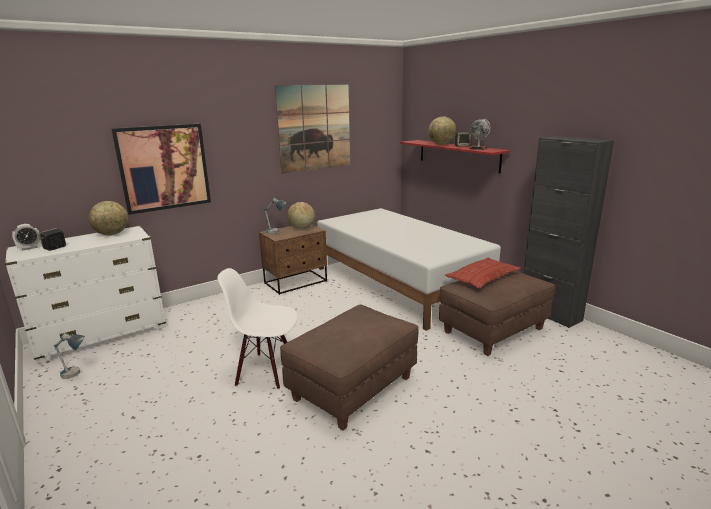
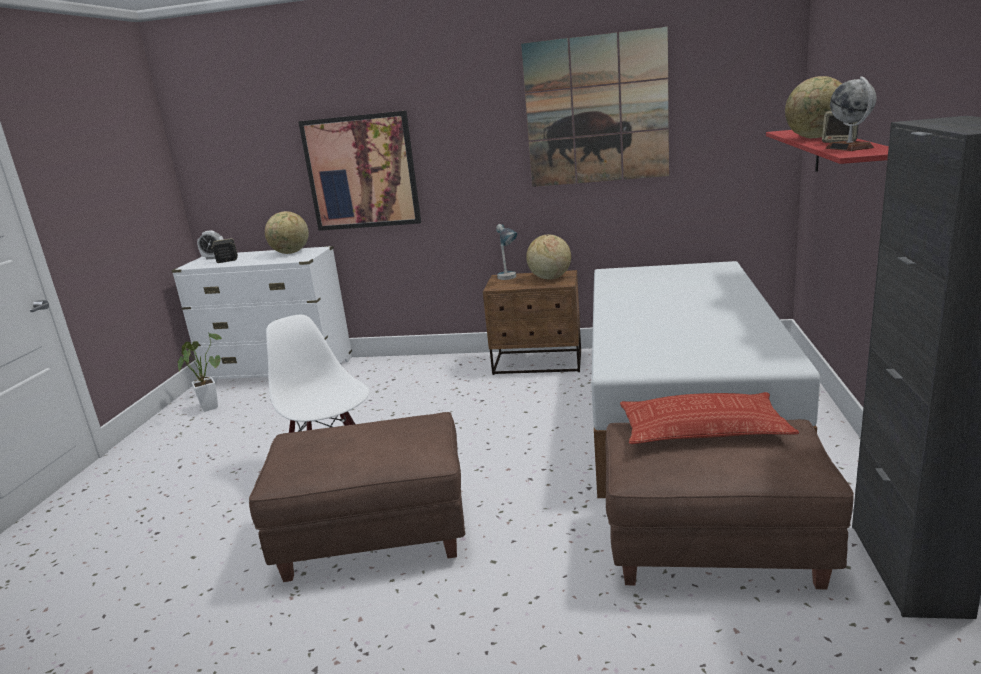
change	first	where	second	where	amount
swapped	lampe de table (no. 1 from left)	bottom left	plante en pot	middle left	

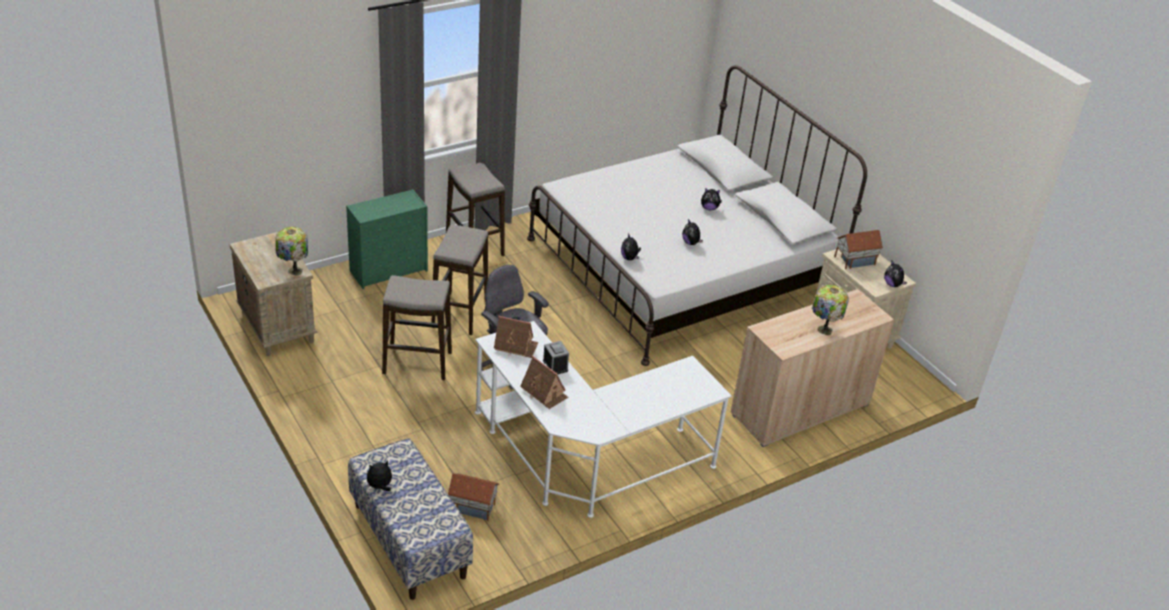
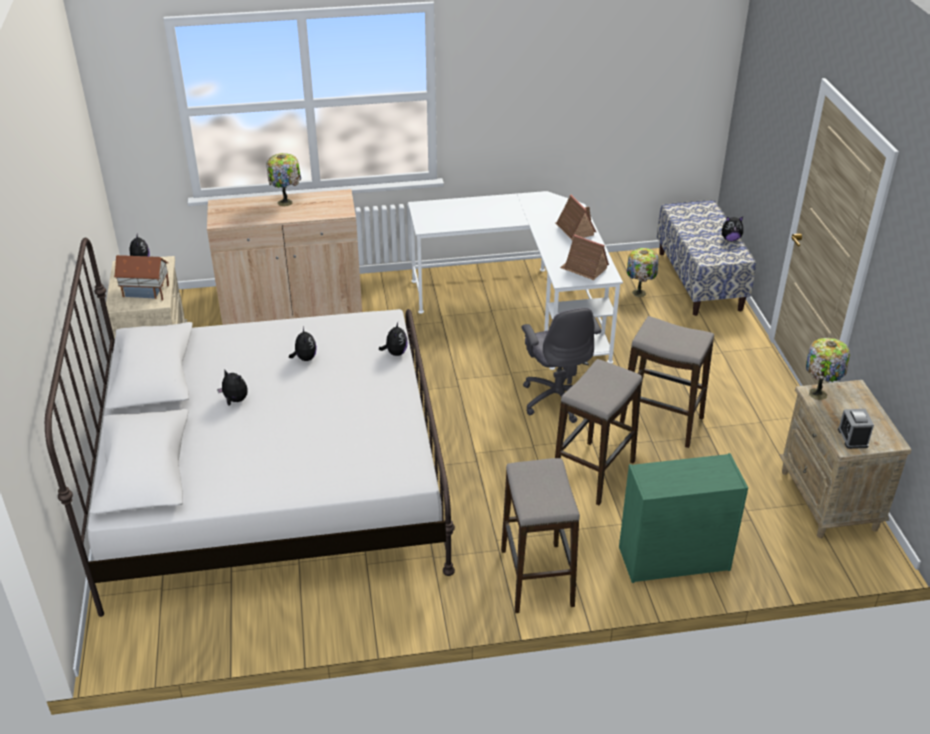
change	first	where	second	where	amount
shifted	réveil	centre		middle right	
swapped	maison miniature (no. 1 from left)	bottom centre	lampe de table (no. 2 from left)	middle right	

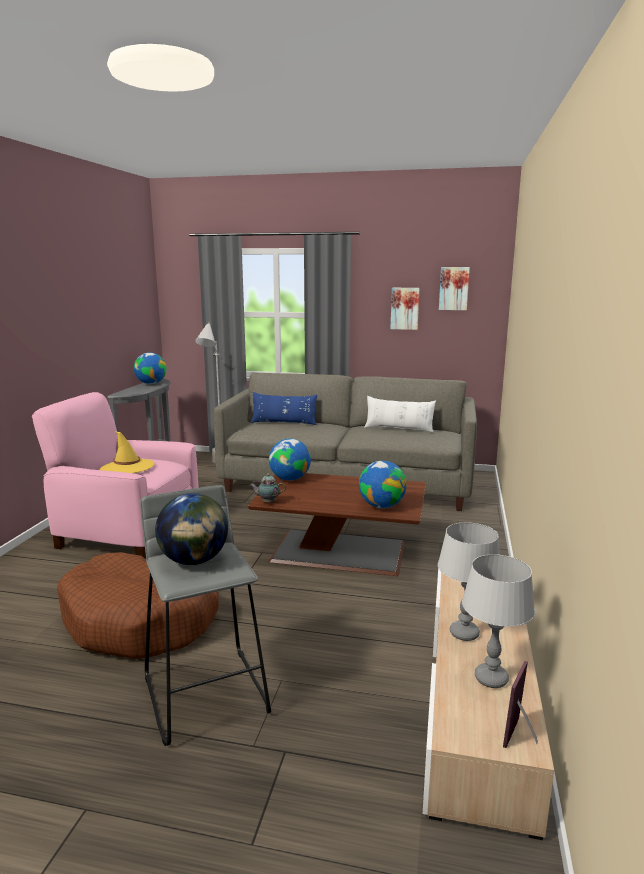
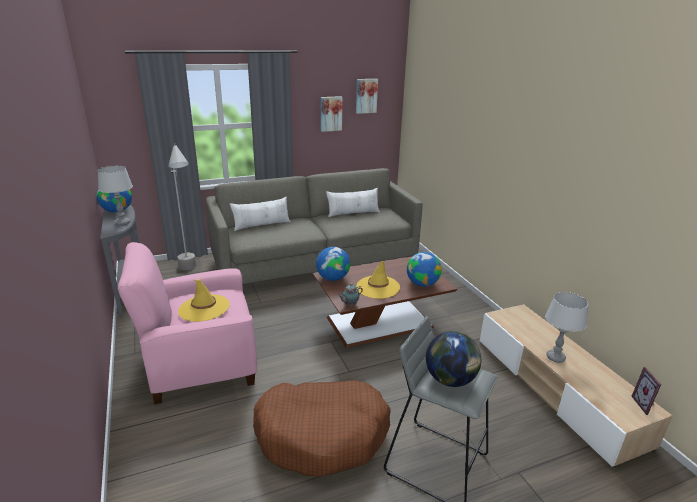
change	first	where	second	where	amount
new			chapeau [jaune] (no. 2 from left)	centre	
shifted	lampe de table [gris] (no. 2 from left in the first image)	bottom right	lampe de table [gris] (no. 1 from left)	middle left	
repainted	coussin [bleu]	centre	coussin [blanc] (no. 1 from left)	centre	

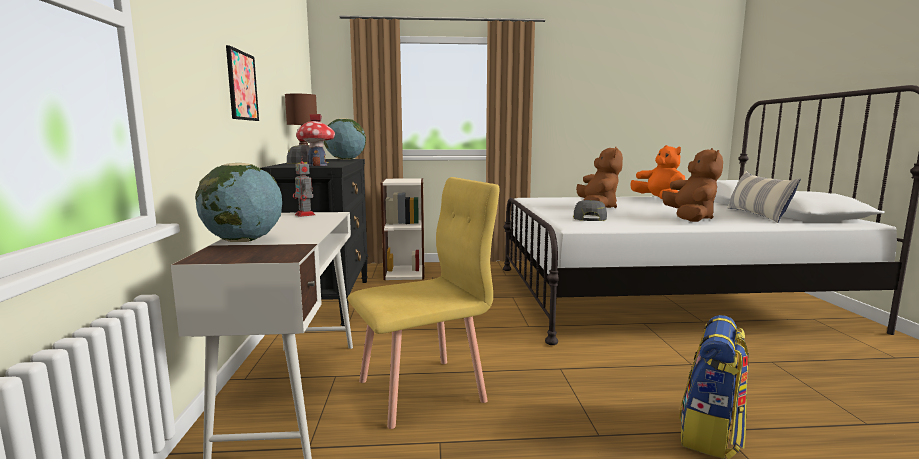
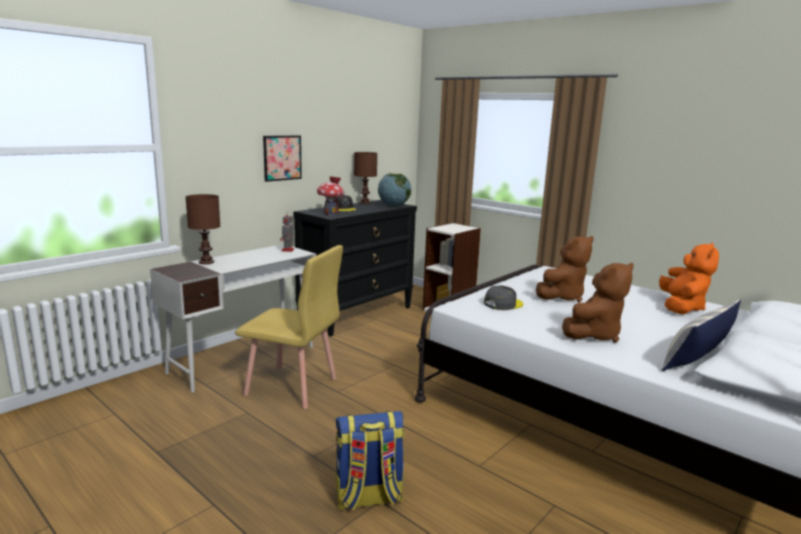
change	first	where	second	where	amount
swapped	globe (no. 1 from left)	middle left	lampe de table [marron] (no. 1 from left)	middle left	

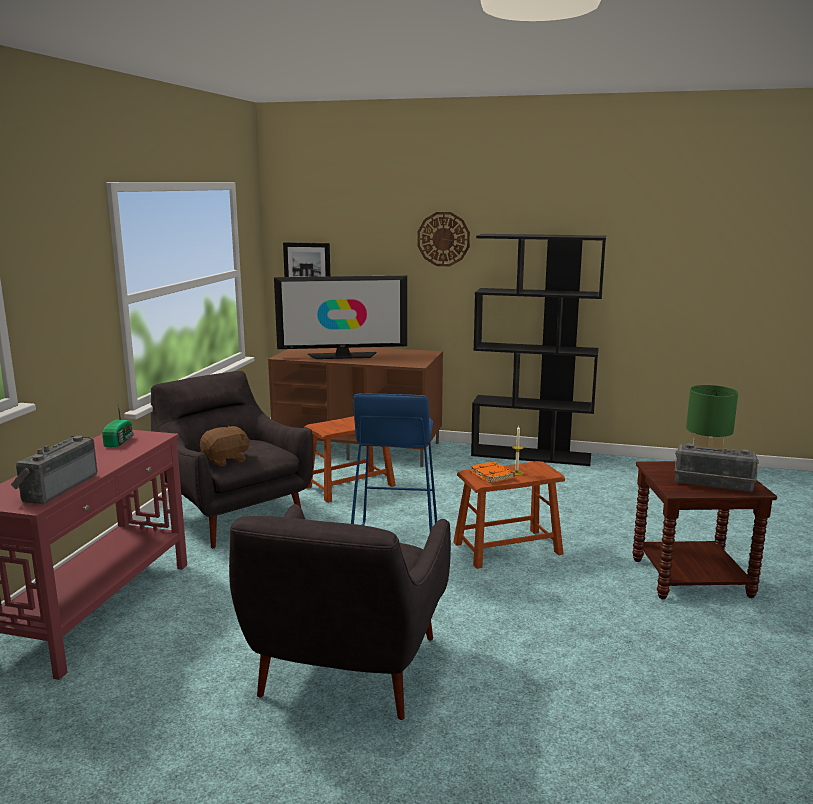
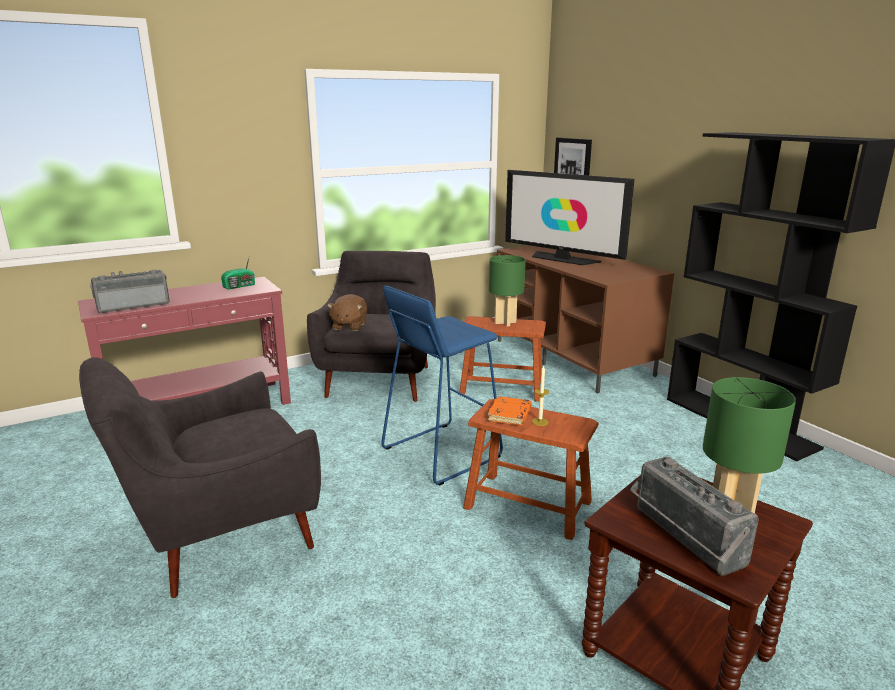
change	first	where	second	where	amount
gone	horloge murale	top centre			
new			lampe de table [vert] (no. 1 from left)	centre	
rotated	peluche [marron]	middle left		centre	90 degrees clockwise

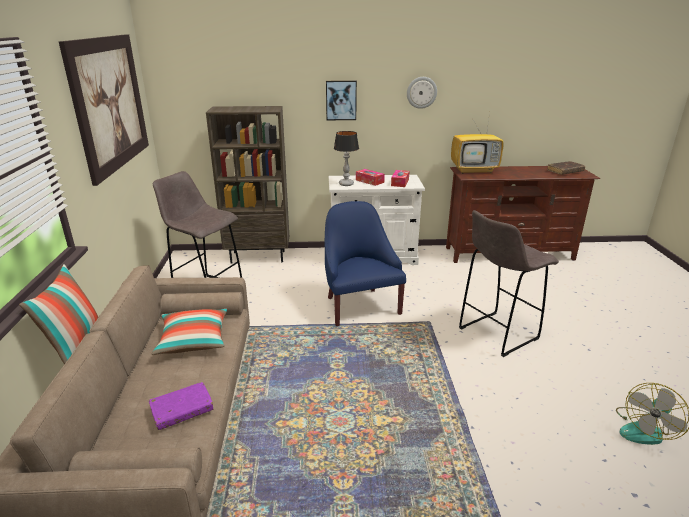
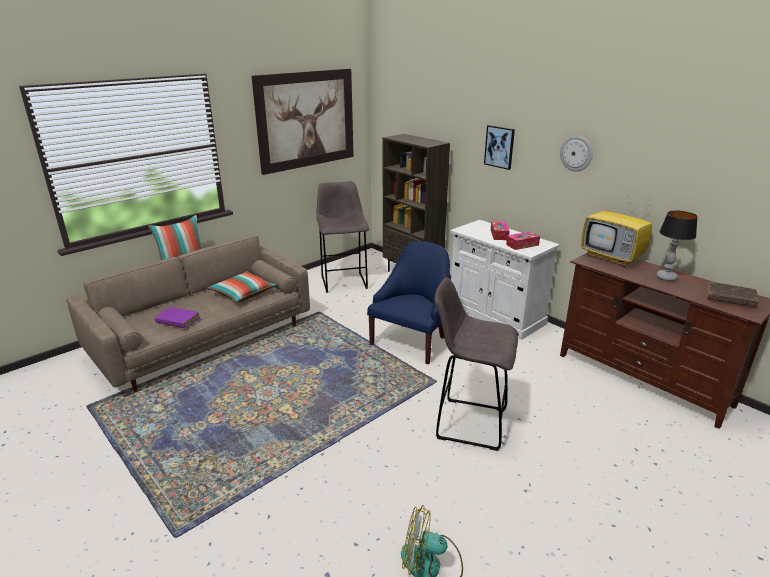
change	first	where	second	where	amount
shifted	lampe de table	top centre		middle right	

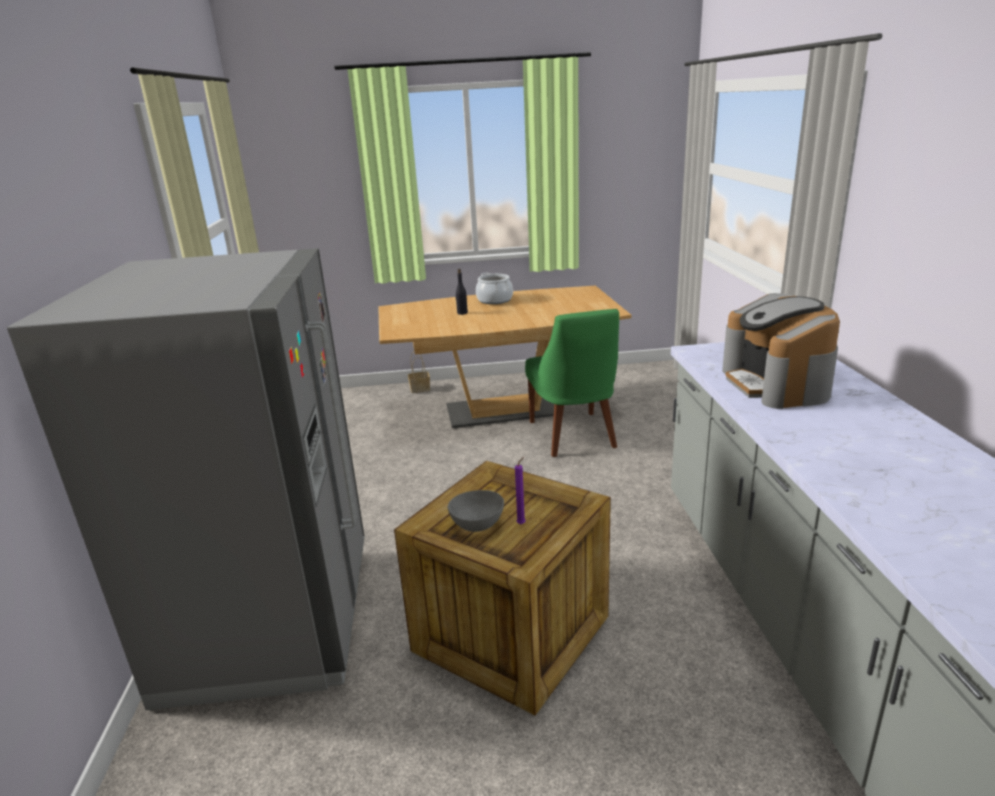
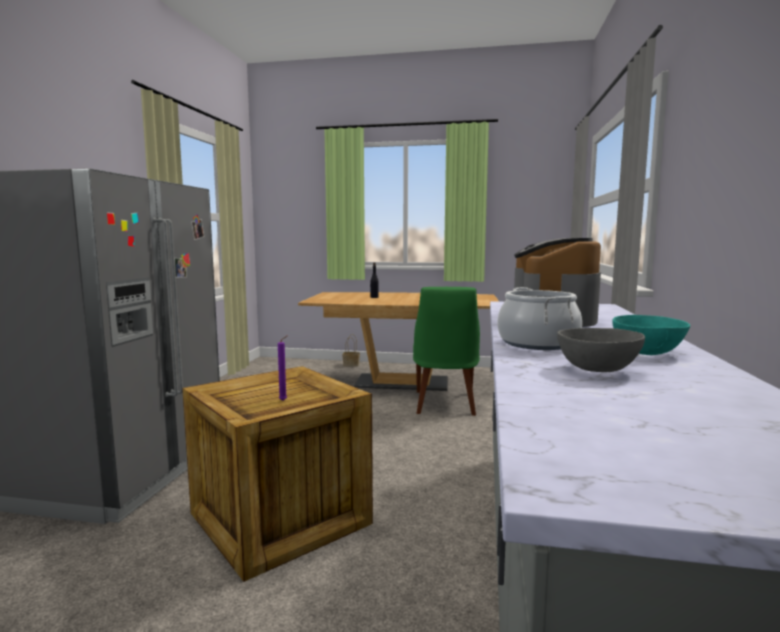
change	first	where	second	where	amount
new			bol [turquoise]	middle right	
shifted	bol [gris]	centre		middle right	
shifted	marmite	centre		middle right	

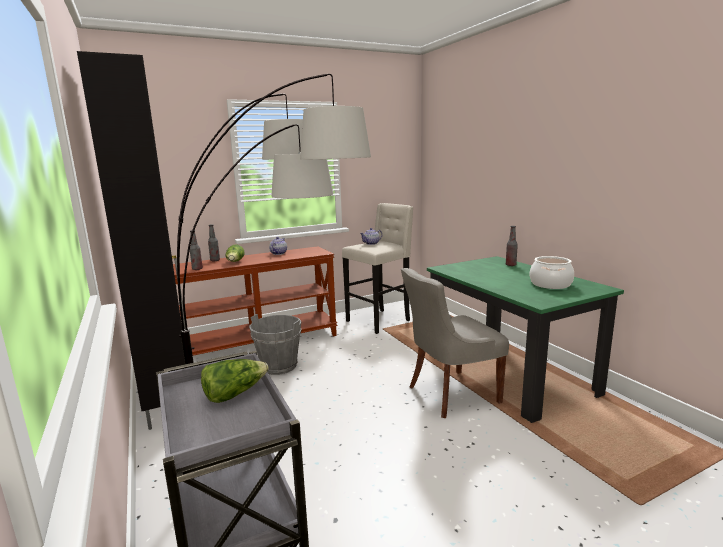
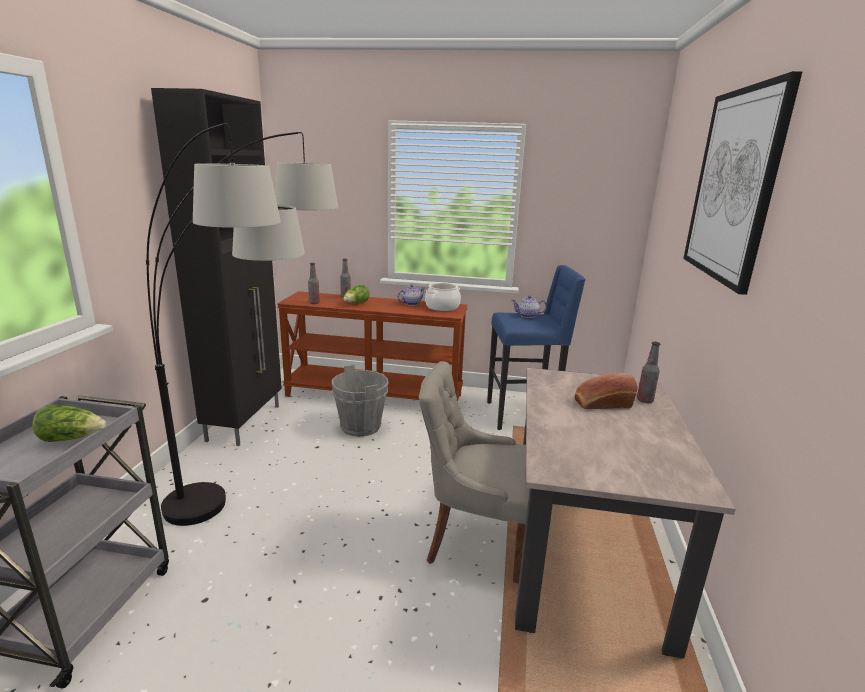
change	first	where	second	where	amount
new			pain	middle right	
new			tableau	top right	
shifted	marmite	middle right		centre	
repainted	tabouret [beige]	centre	tabouret [bleu]	centre	
repainted	table à manger [vert]	middle right	table à manger [beige]	bottom right	

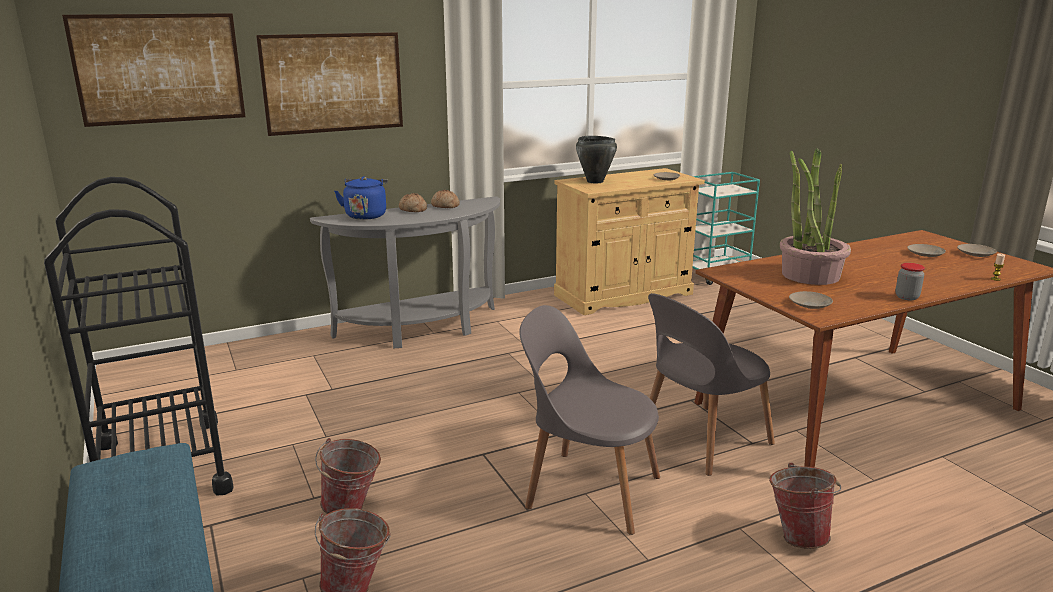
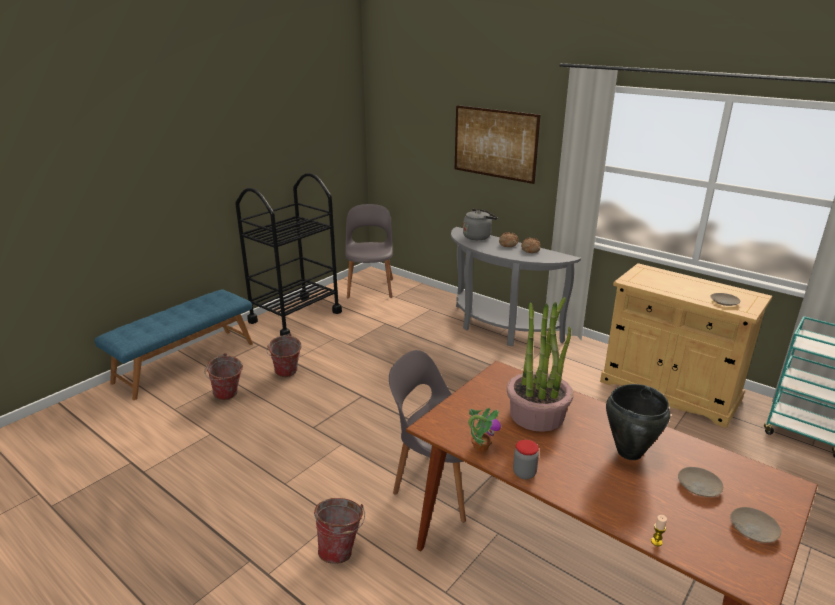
change	first	where	second	where	amount
gone	tableau (no. 1 from left)	top left			
gone	assiette [beige] (no. 2 from left)	middle right			
new			plante en pot (no. 1 from left)	bottom centre	
shifted	chaise [gris] (no. 1 from left)	bottom centre		centre	
shifted	marmite [noir]	top centre		bottom right	
repainted	bouilloire [bleu]	centre	bouilloire [gris]	centre	

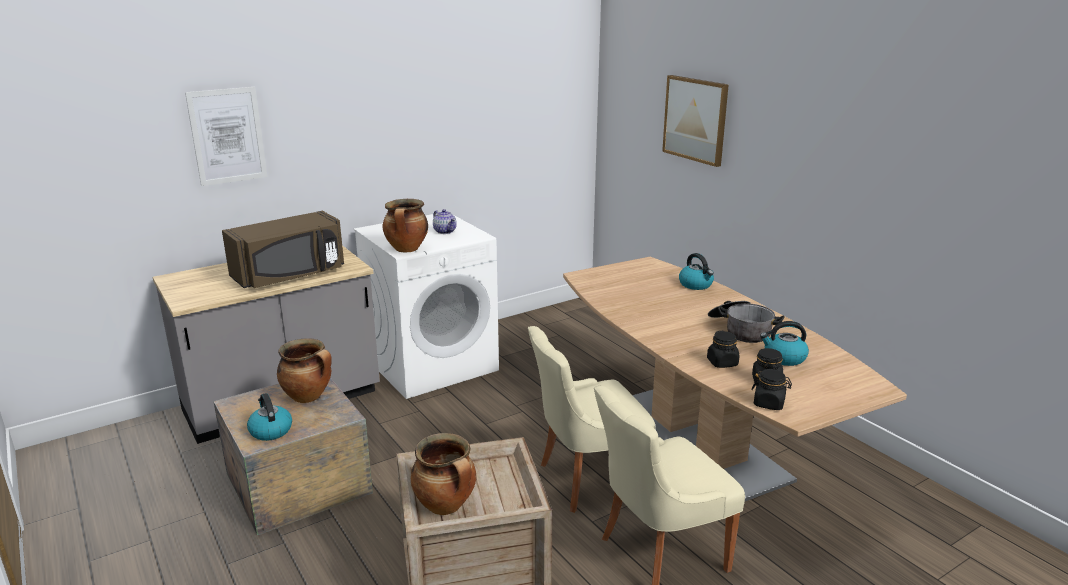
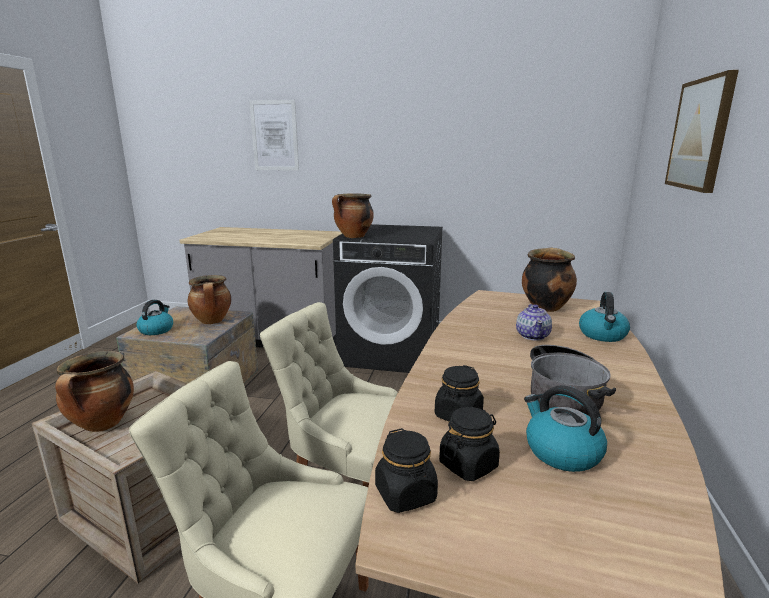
change	first	where	second	where	amount
gone	micro-ondes [marron]	middle left			
new			marmite (no. 4 from left)	middle right	
shifted	théière	centre		middle right	
repainted	lave-linge [blanc]	centre	lave-linge [noir]	centre	

